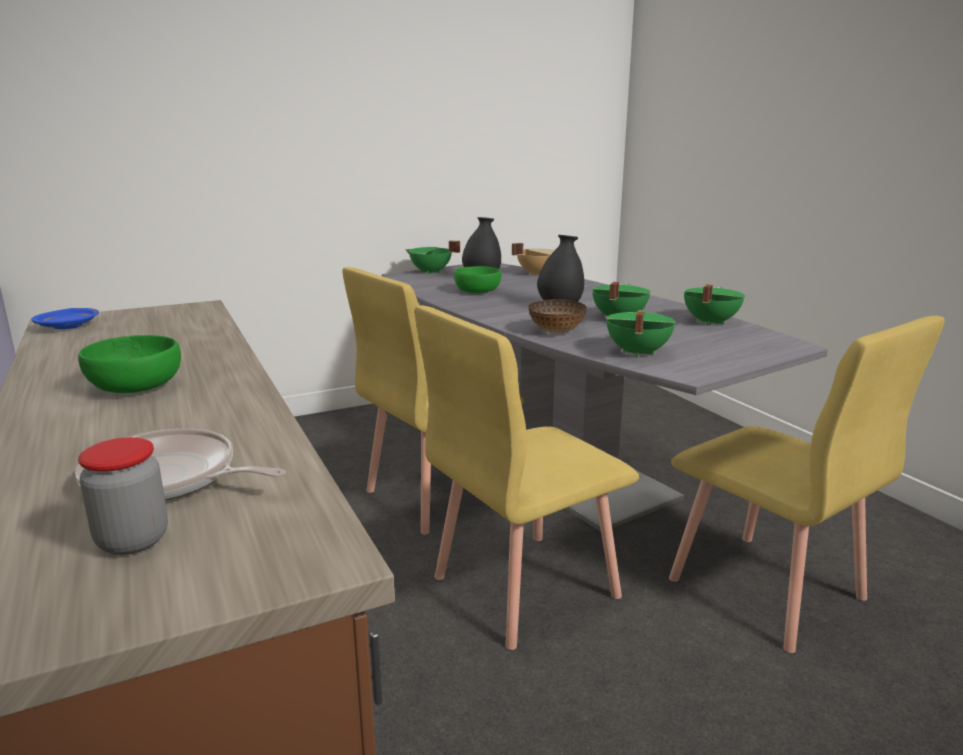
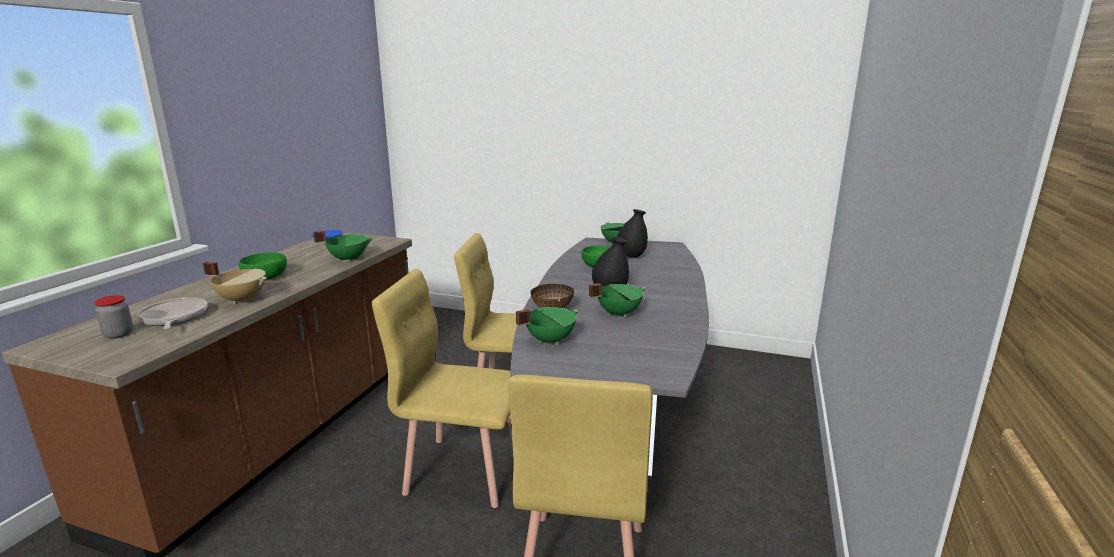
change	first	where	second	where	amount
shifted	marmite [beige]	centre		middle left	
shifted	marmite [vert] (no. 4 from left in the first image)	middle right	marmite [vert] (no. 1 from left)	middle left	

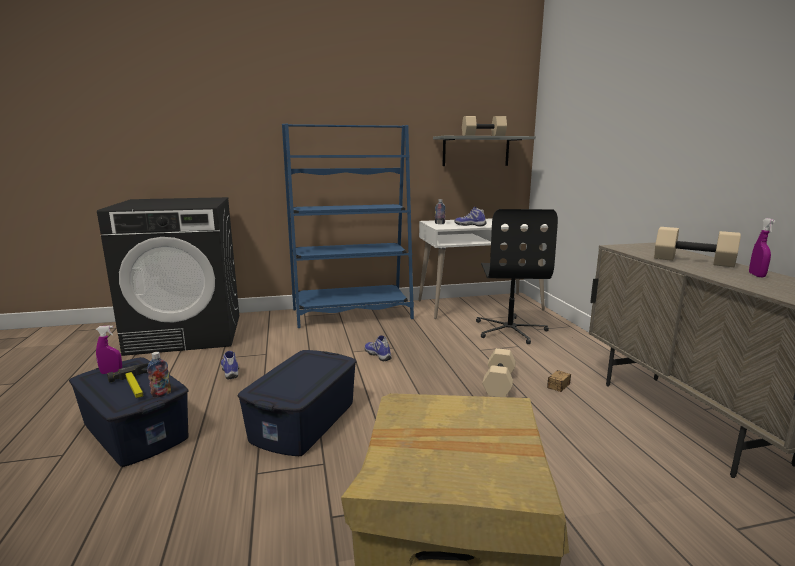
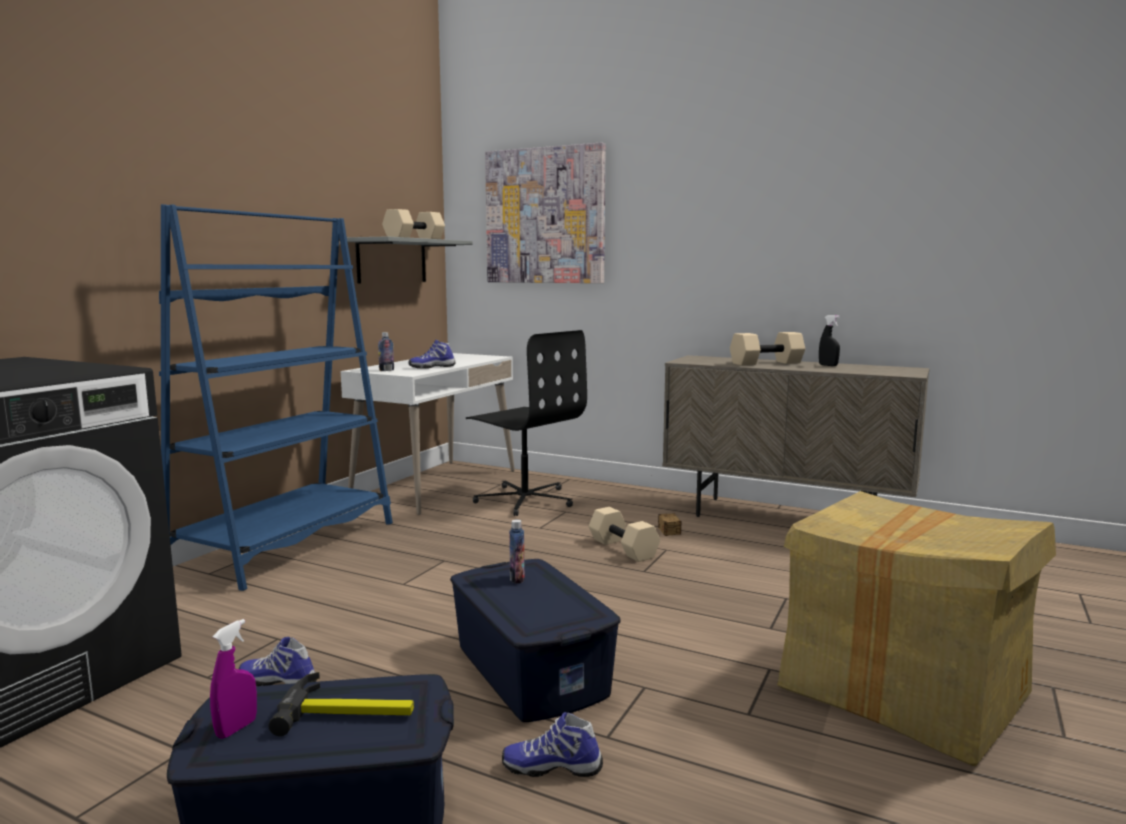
change	first	where	second	where	amount
new			tableau	top centre	
shifted	bouteille (no. 1 from left in the first image)	middle left	bouteille (no. 2 from left)	bottom centre	
shifted	chaussure (no. 2 from left in the first image)	centre	chaussure (no. 3 from left)	bottom centre	
repainted	vaporisateur [violet] (no. 2 from left)	middle right	vaporisateur [noir]	middle right	

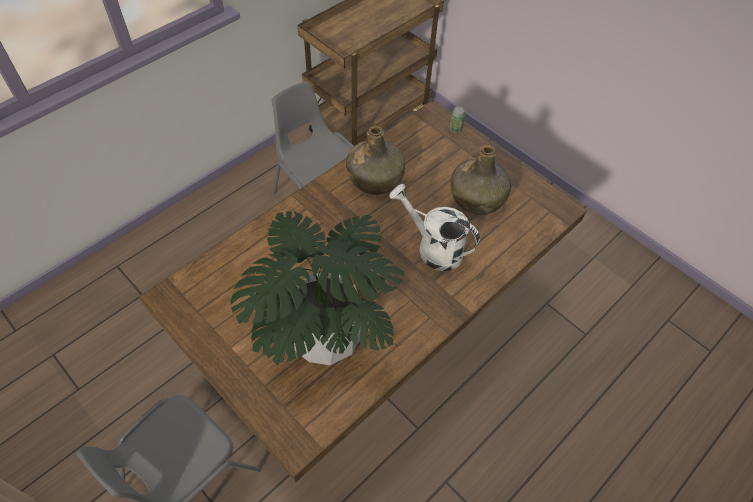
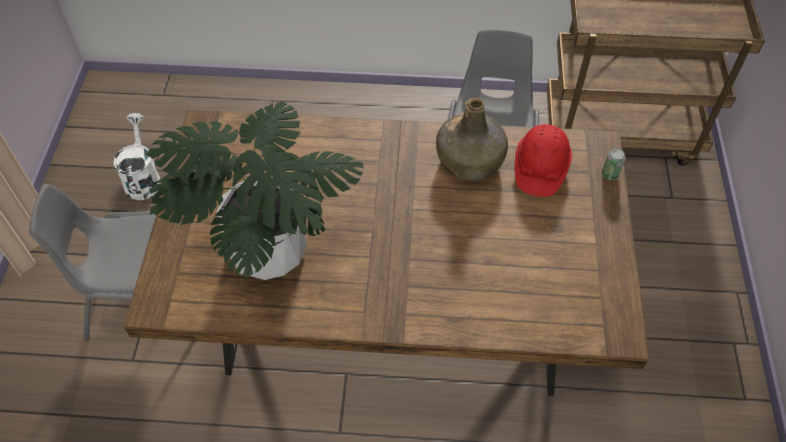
change	first	where	second	where	amount
gone	bouteille [vert] (no. 2 from left)	centre			
new			casque de chantier [rouge]	middle right	
shifted	arrosoir [blanc]	centre		middle left	

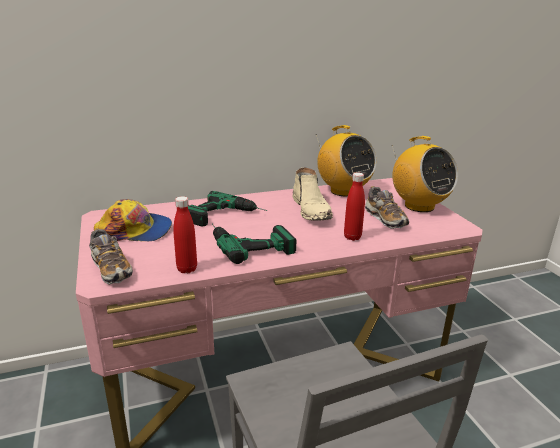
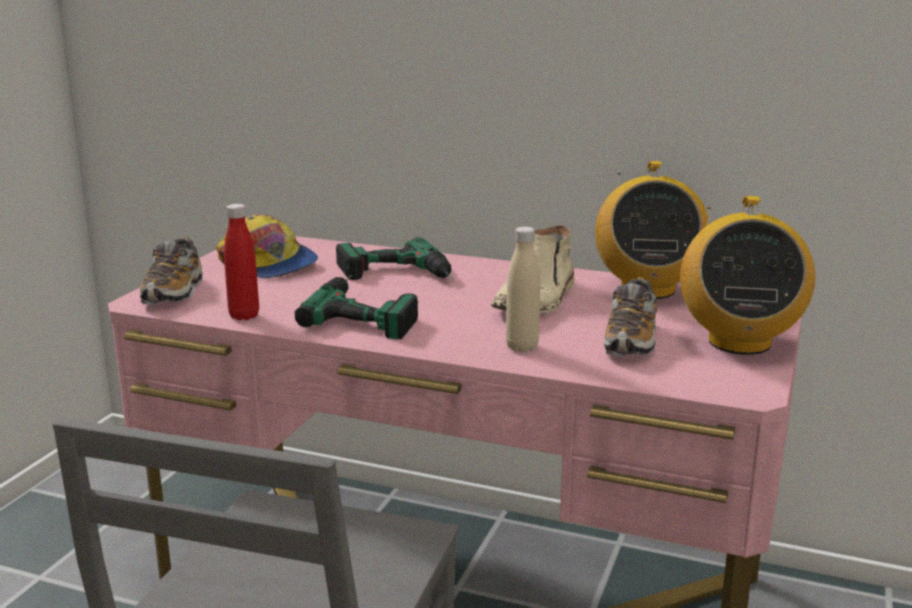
change	first	where	second	where	amount
repainted	bouteille [rouge] (no. 2 from left)	centre	bouteille [beige]	centre	

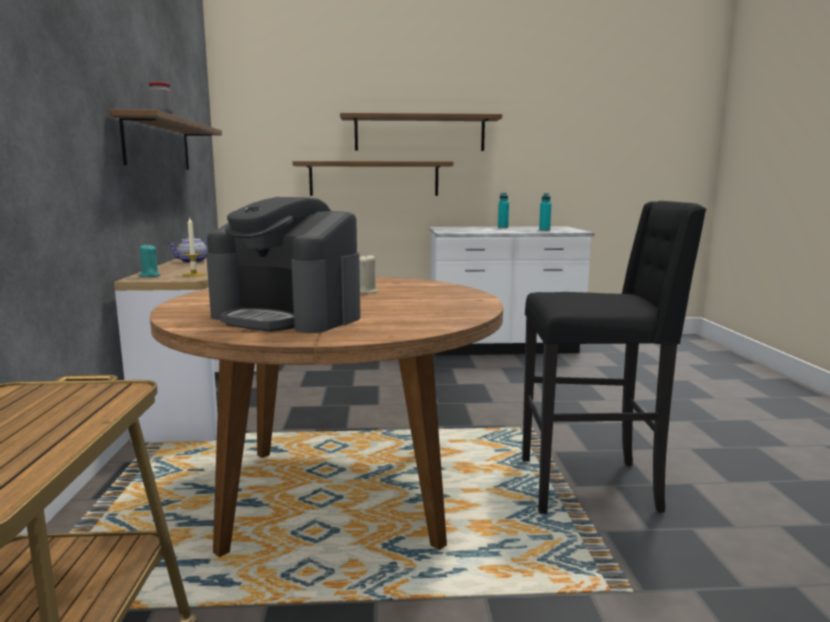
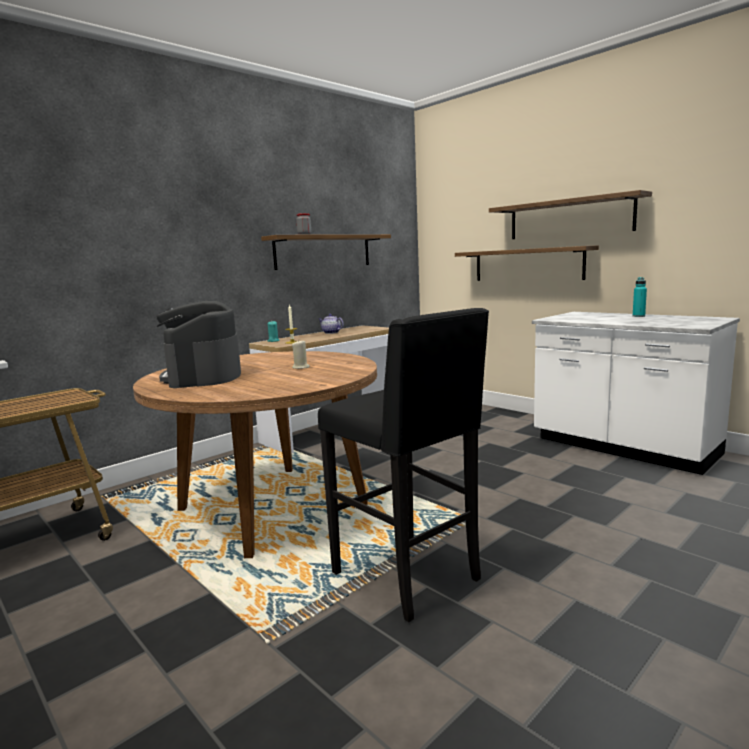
change	first	where	second	where	amount
gone	bouteille [turquoise] (no. 2 from left)	centre			

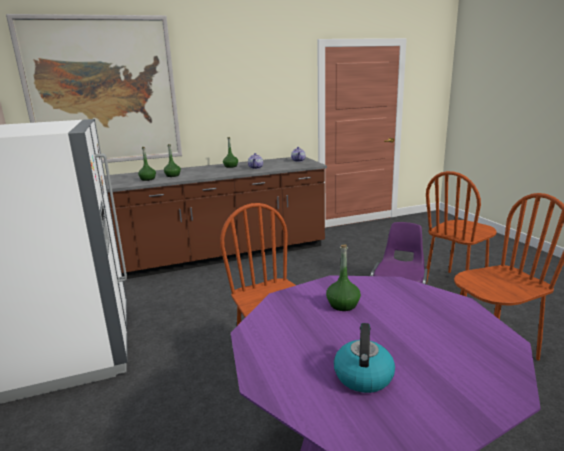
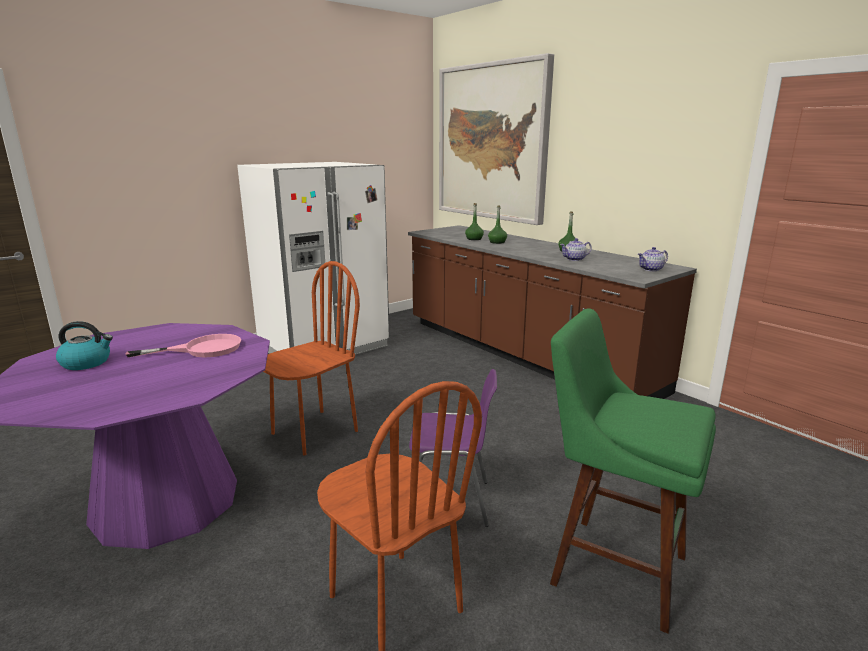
change	first	where	second	where	amount
swapped	bouteille [vert] (no. 4 from left)	centre	poêle [rose]	middle left	
swapped	chaise [marron] (no. 2 from left)	middle right	tabouret [vert]	bottom right	

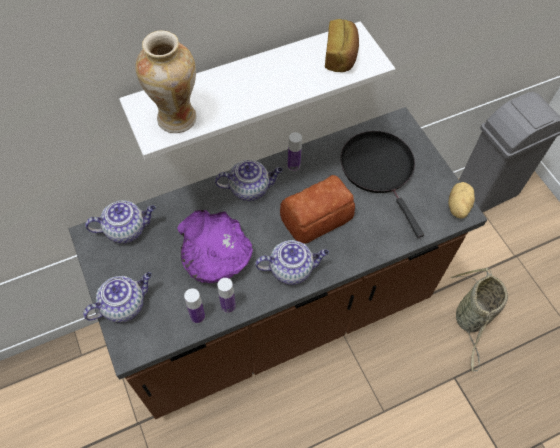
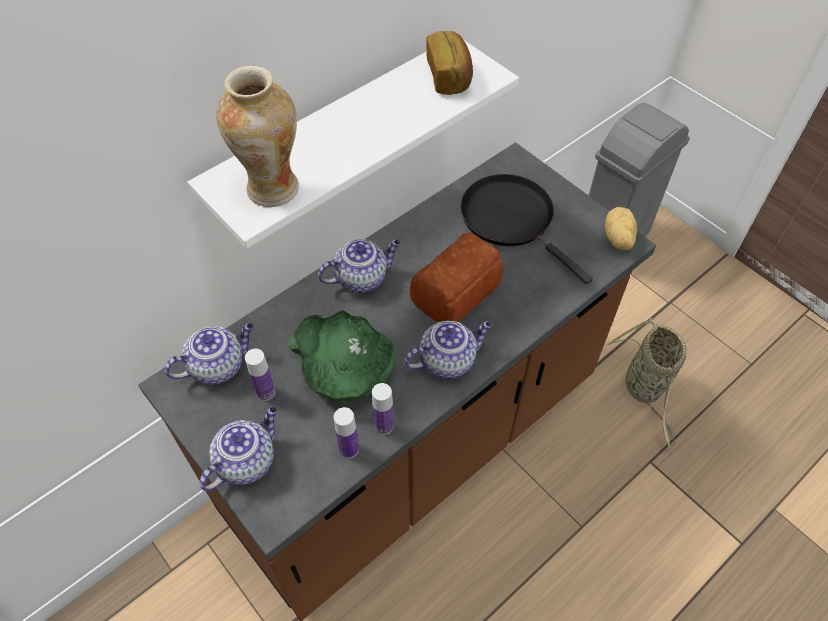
change	first	where	second	where	amount
shifted	bouteille (no. 3 from left in the first image)	centre	bouteille (no. 1 from left)	middle left	
repainted	bol [violet]	centre	bol [vert]	centre	

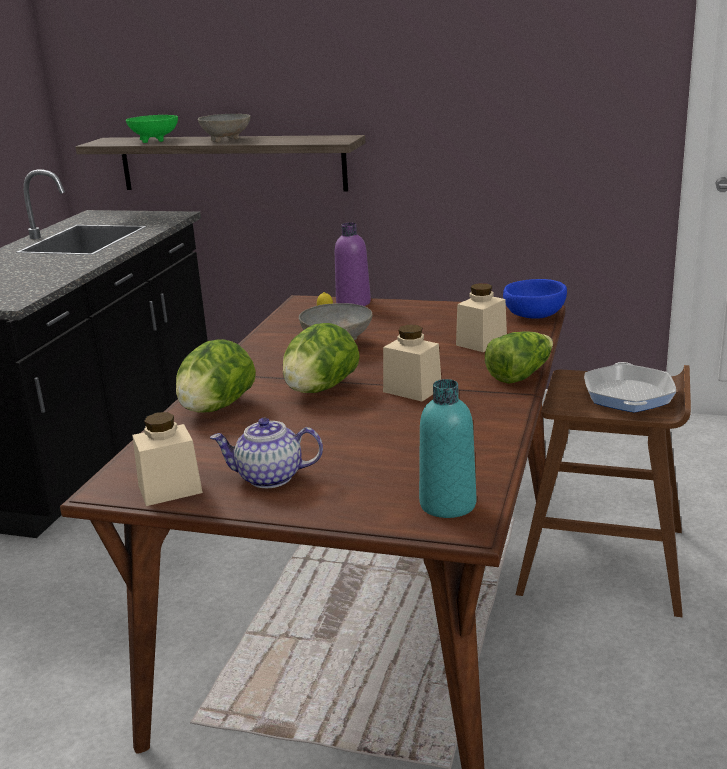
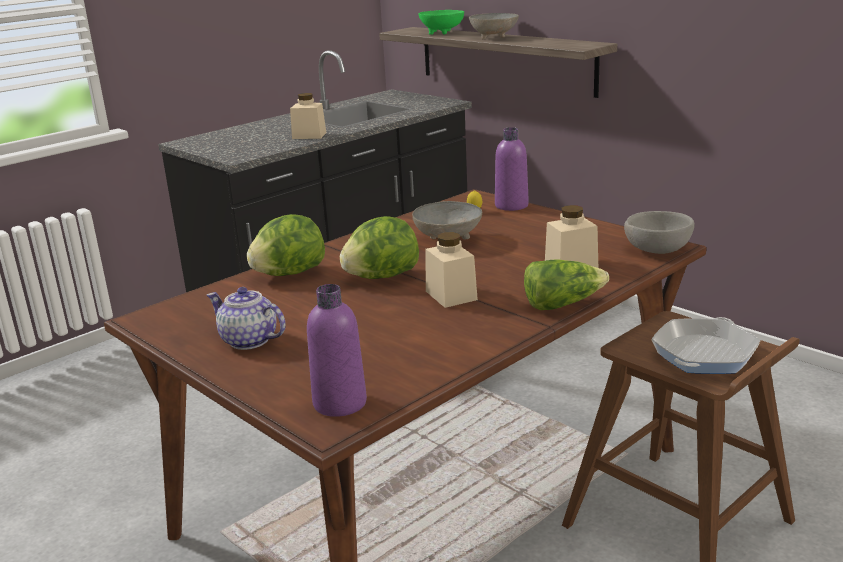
change	first	where	second	where	amount
shifted	bocal [beige] (no. 1 from left)	middle left		top centre	
repainted	bouteille [turquoise]	centre	bouteille [violet] (no. 1 from left)	centre	
repainted	bol [bleu]	middle right	bol [gris] (no. 3 from left)	middle right	

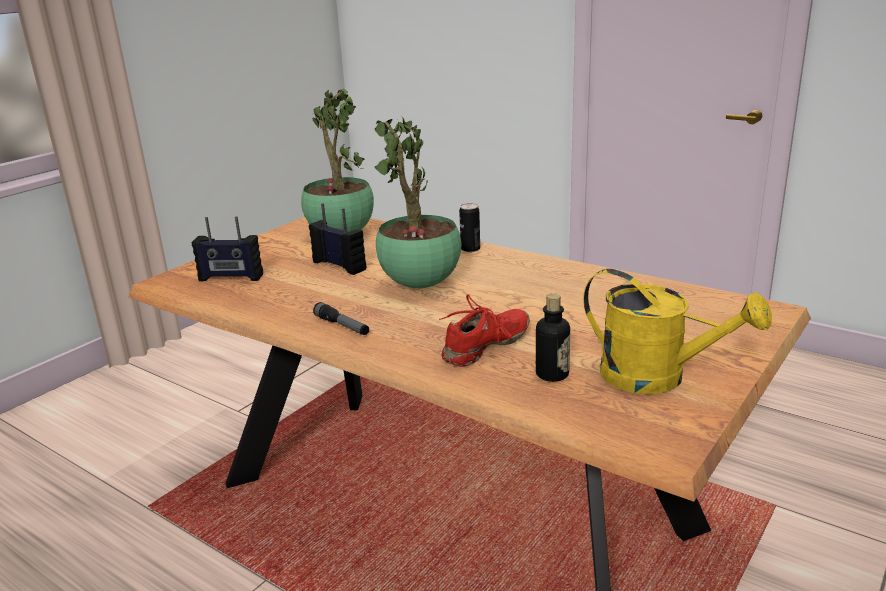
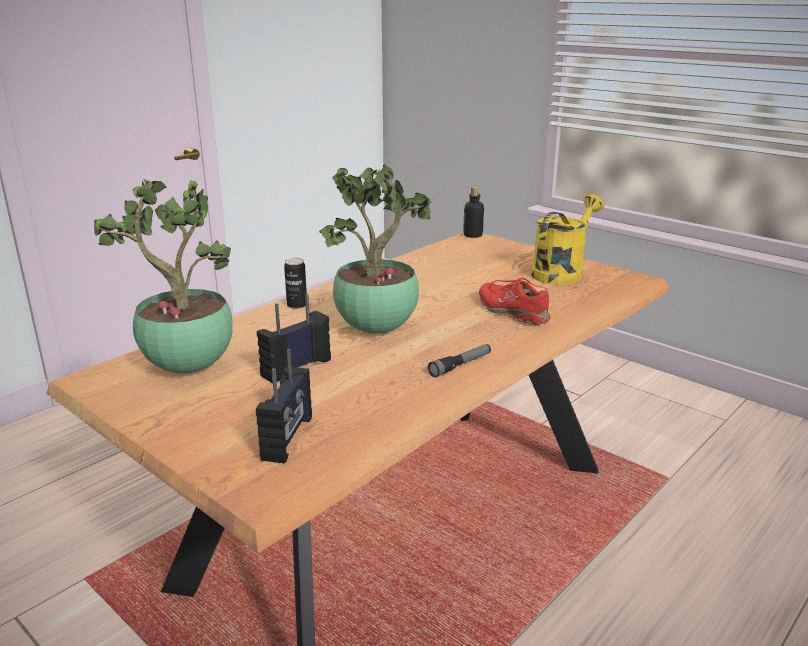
change	first	where	second	where	amount
shifted	bouteille	centre		top centre	

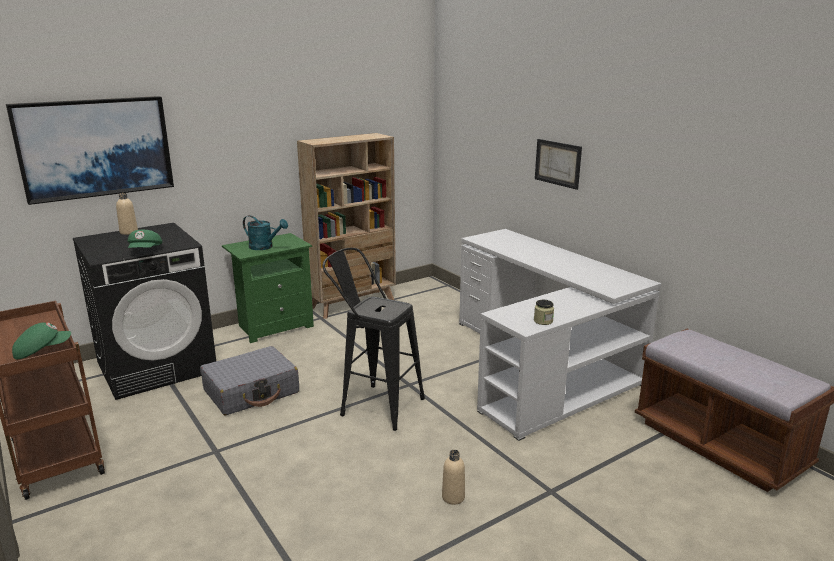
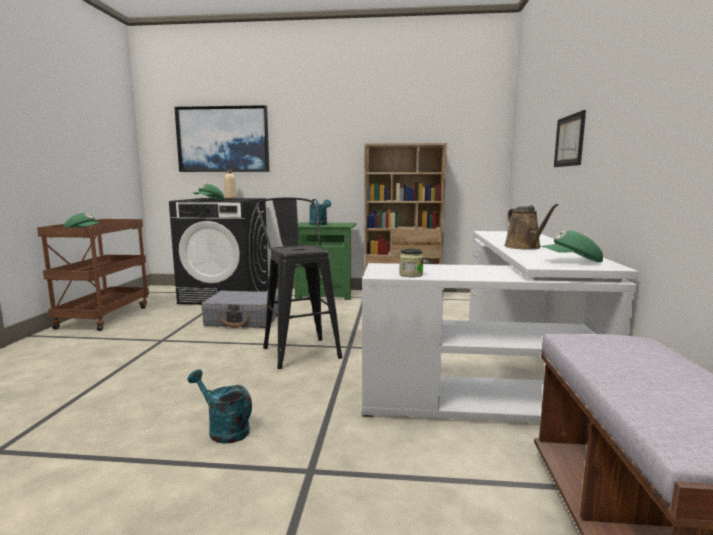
change	first	where	second	where	amount
new			arrosoir [marron]	middle right	
new			casquette [vert] (no. 3 from left)	middle right	
swapped	bouteille [beige] (no. 2 from left)	bottom centre	arrosoir [turquoise] (no. 1 from left)	bottom left	

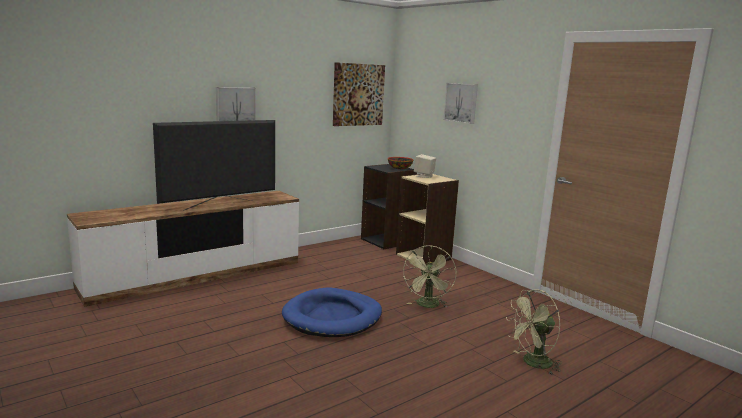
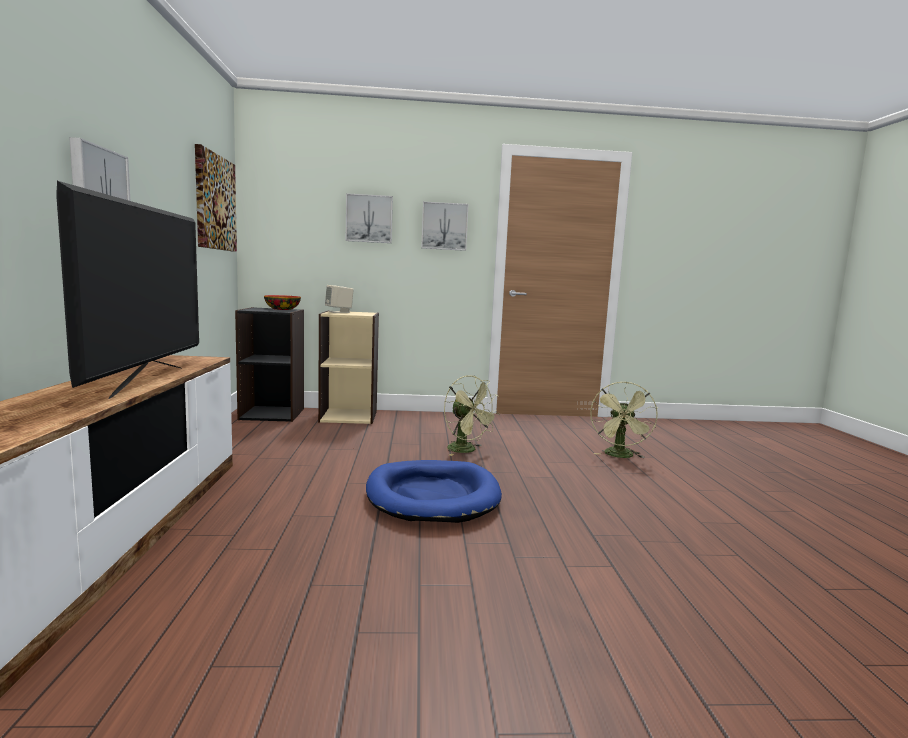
change	first	where	second	where	amount
new			tableau (no. 4 from left)	top centre	

